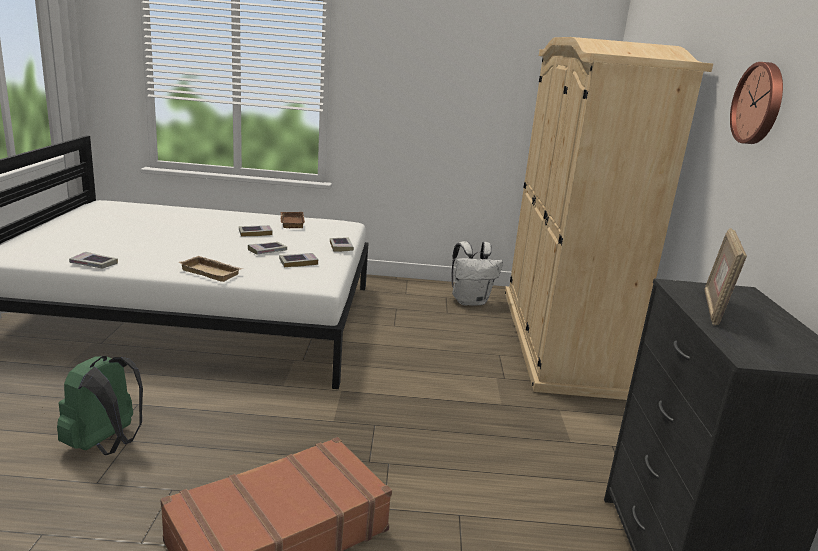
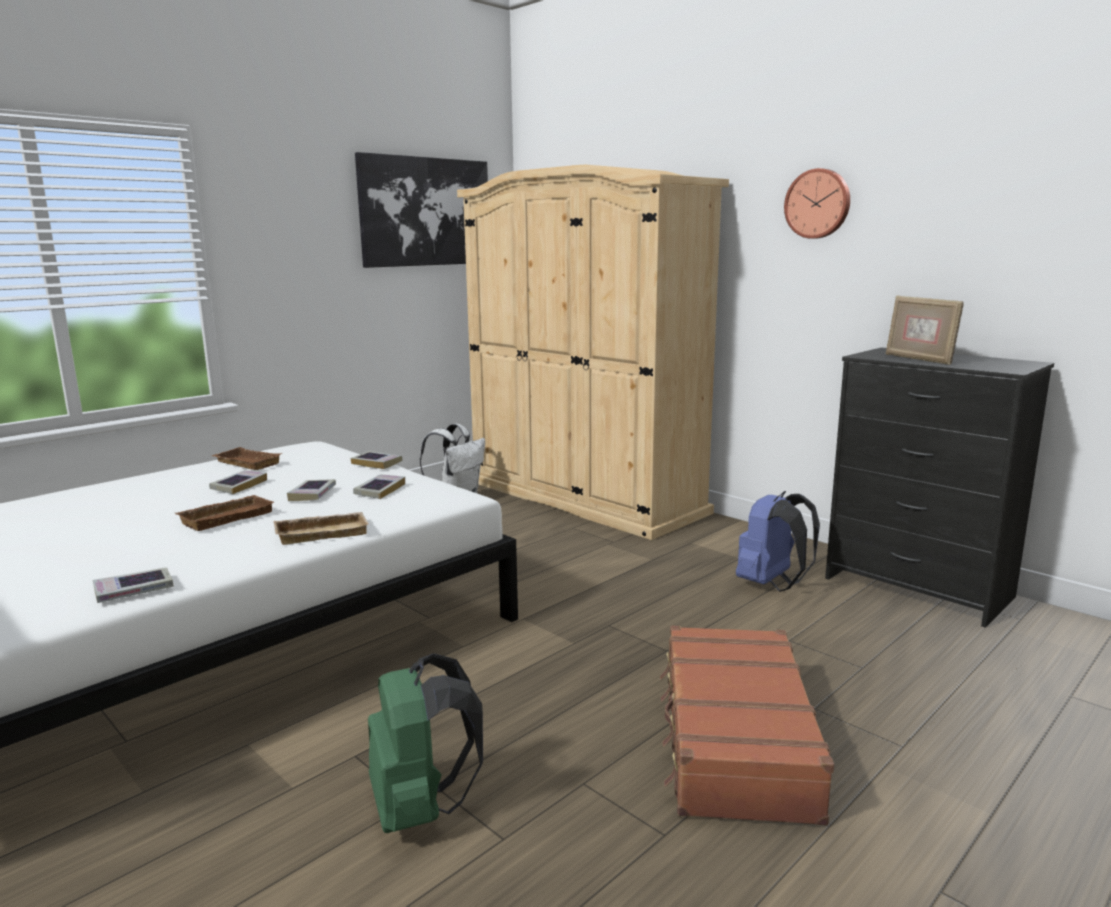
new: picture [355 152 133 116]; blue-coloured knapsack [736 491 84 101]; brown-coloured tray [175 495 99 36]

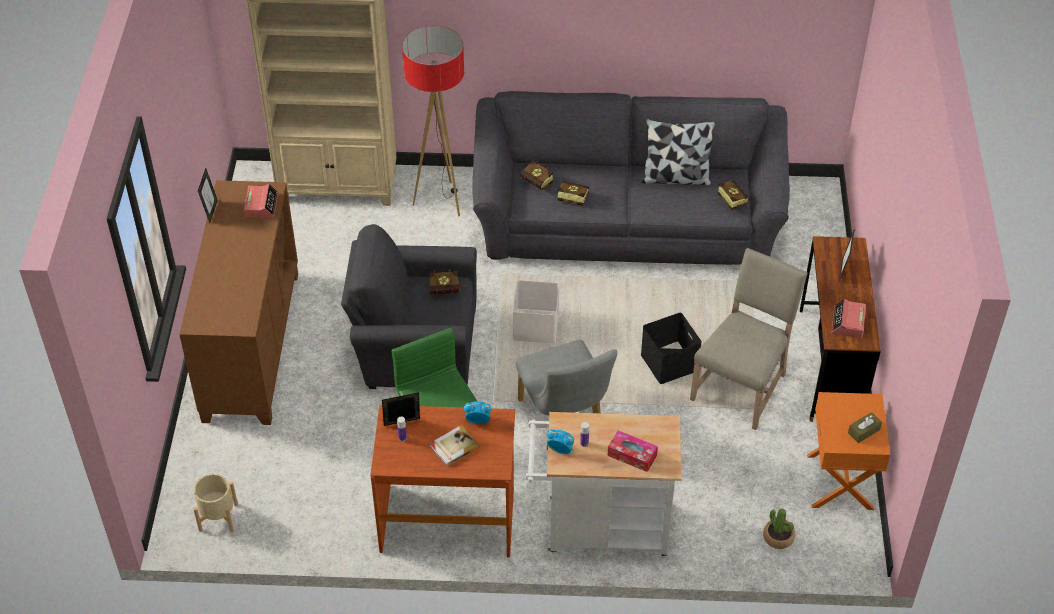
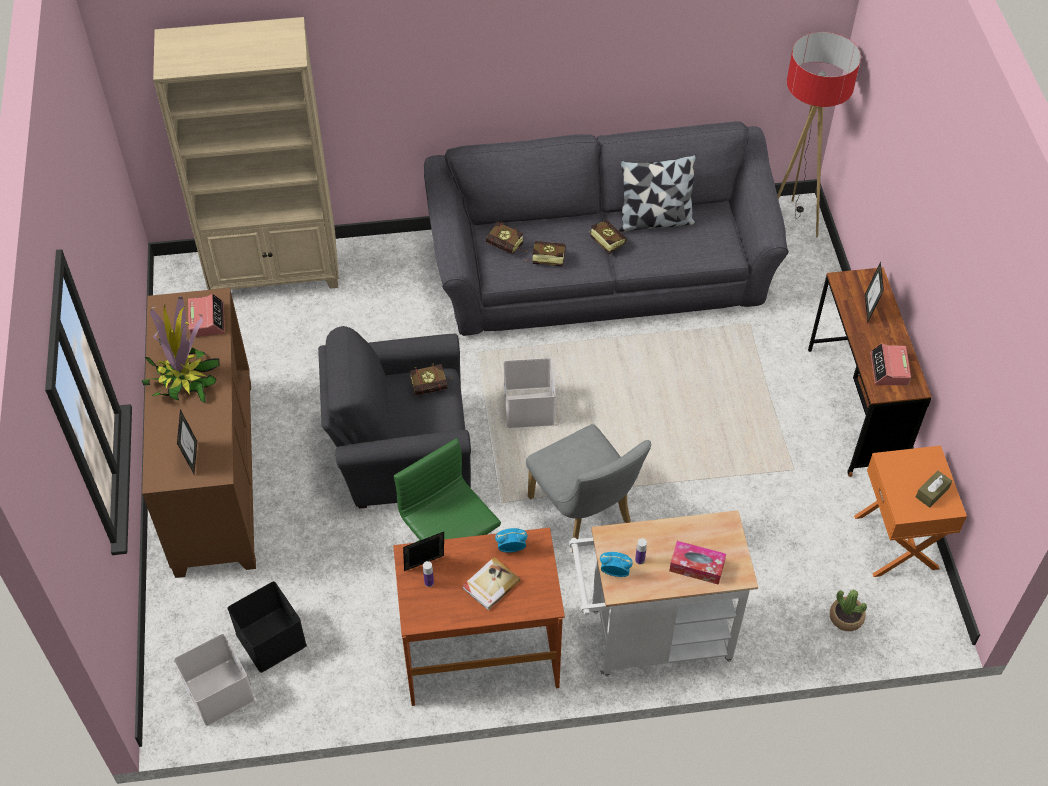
gone: sand-coloured chair [690 248 117 182]
new: houseplant [142 296 78 107]
shifted: standard lamp [402 26 62 191] to [777 32 84 205]; photo frame [198 168 20 55] to [177 409 20 65]; book [717 181 32 29] to [589 221 38 33]; black storage container [641 313 61 71] to [228 581 79 92]
swapped: sand-coloured plant pot [193 474 45 58] to white storage container [174 634 81 92]

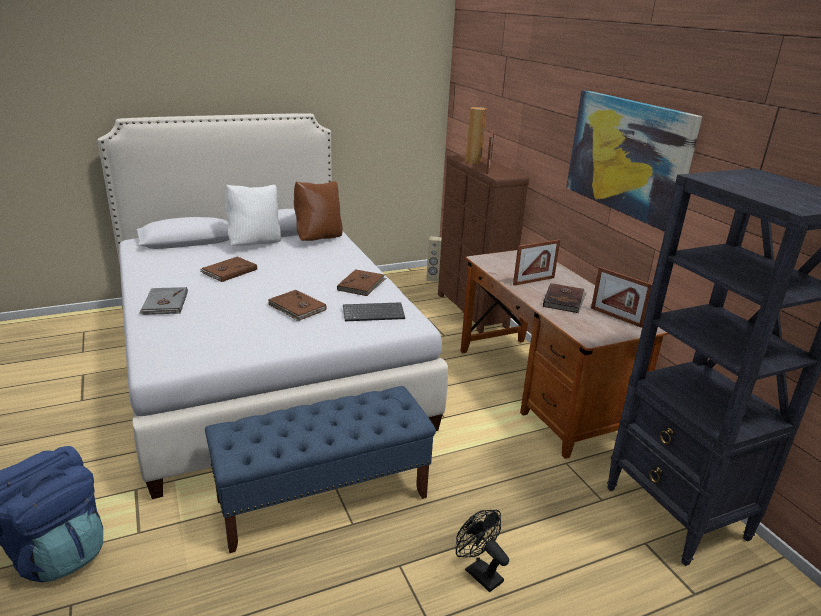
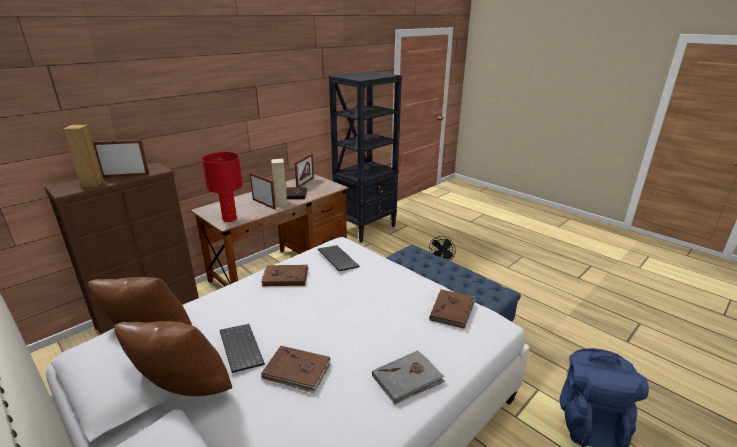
gone: picture [566 90 136 142]
new: red-coloured tabletop lamp [202 152 41 70]; computer keyboard [220 324 45 49]
shifted: sand-coloured speaker [426 236 16 46] to [271 159 16 47]; brown-coloured book [268 290 58 31] to [429 289 46 40]
repainted: white throw pillow [225 184 56 62] to brown-coloured throw pillow [114 321 118 75]

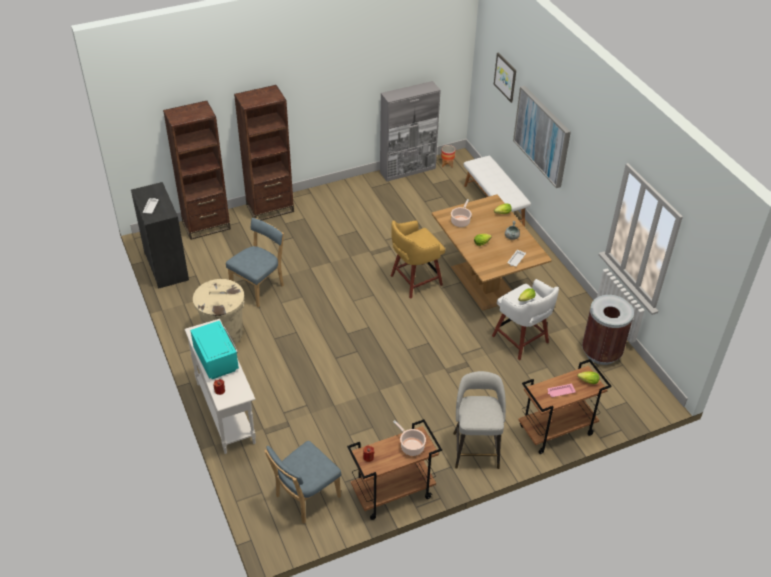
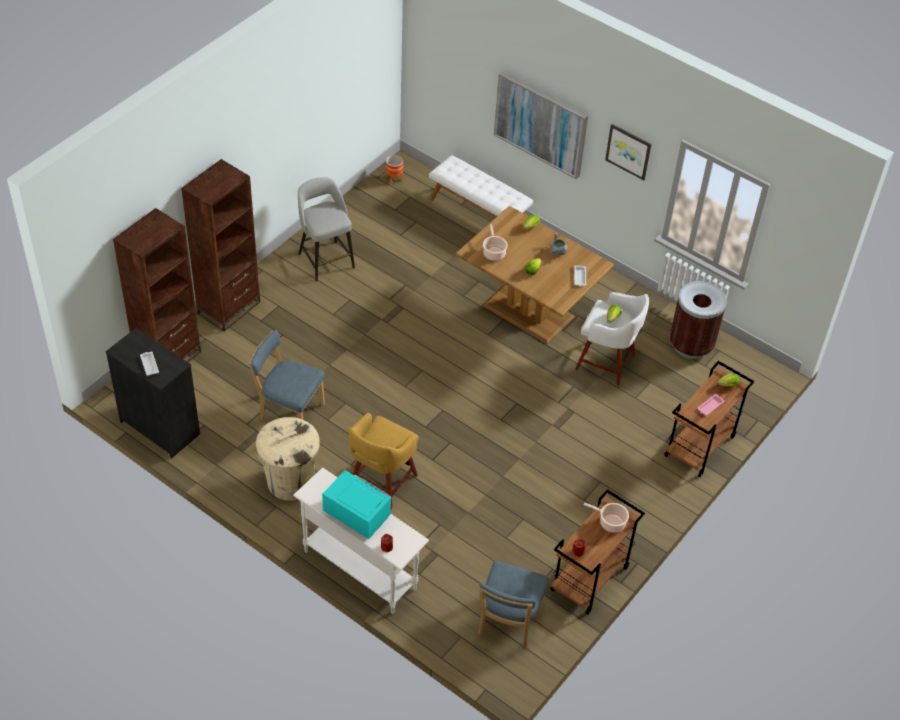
gone: grey storage cabinet [380 81 61 100]
shifted: picture [494 53 22 50] to [605 124 47 56]; yellow stool seat [391 220 54 79] to [349 413 69 96]; grey stool seat [453 371 53 98] to [298 177 57 104]
rotated: blue-coloured chair [226 218 58 89] = [249 330 76 90] 75 degrees counterclockwise

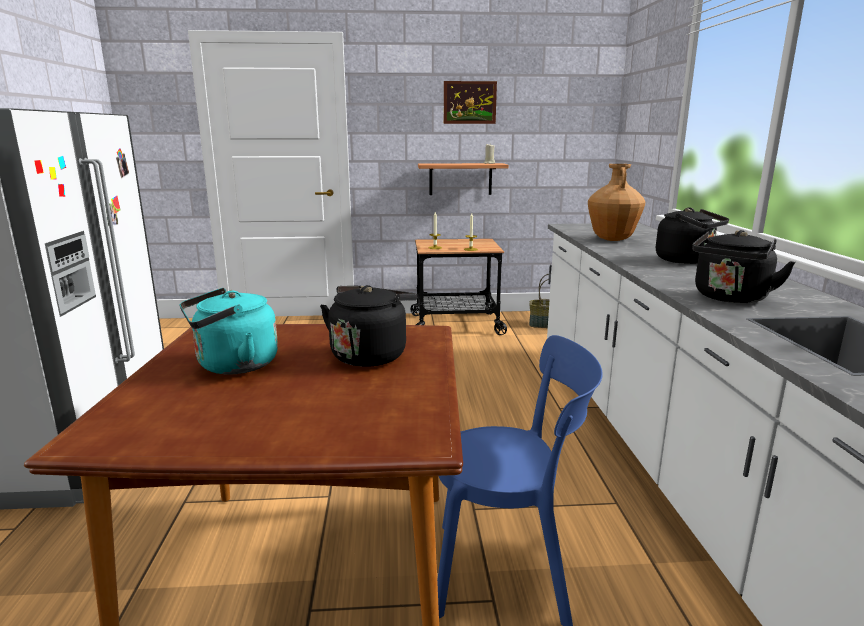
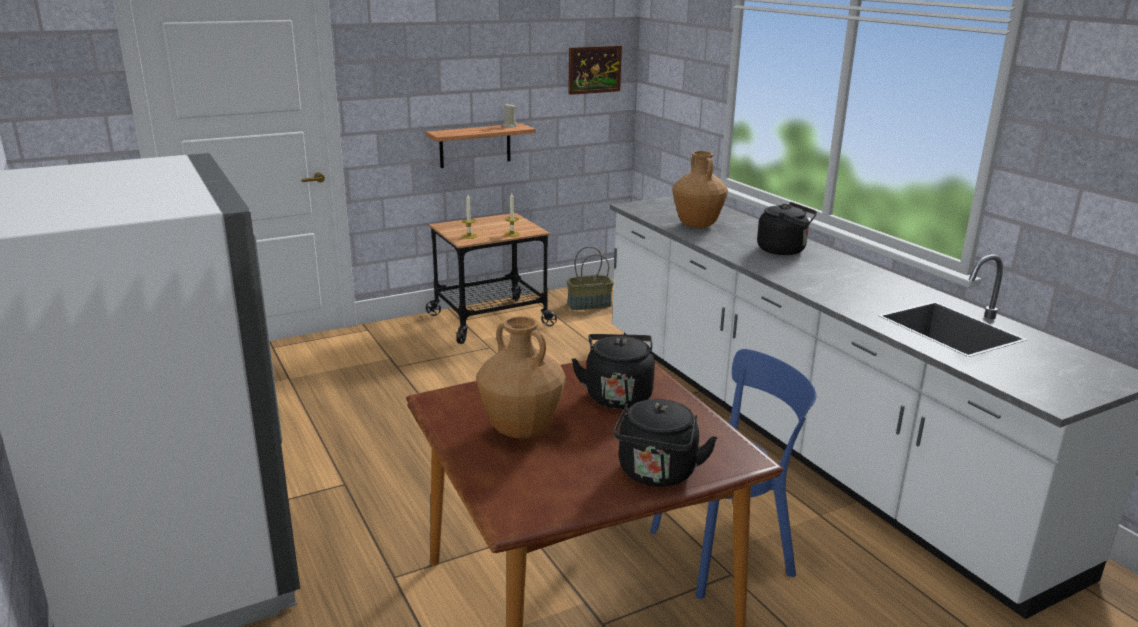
shifted: picture [444 81 53 43] to [568 46 54 49]; black water kettle [692 230 104 73] to [613 399 105 88]
swapped: turquoise-coloured water kettle [179 288 99 86] to brown-coloured decorative vase [476 316 90 123]

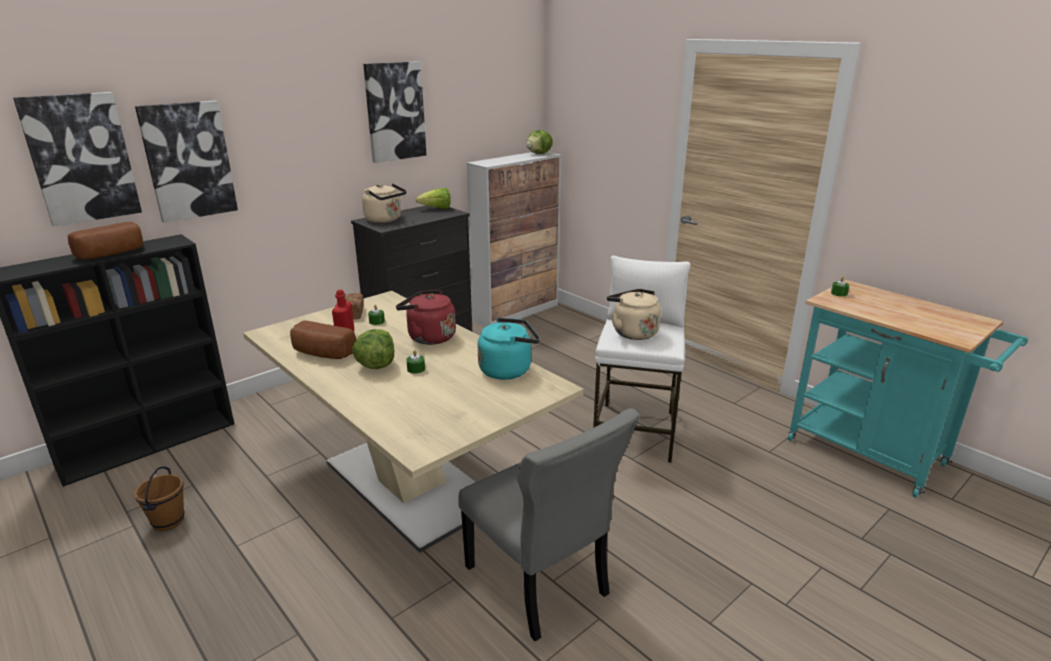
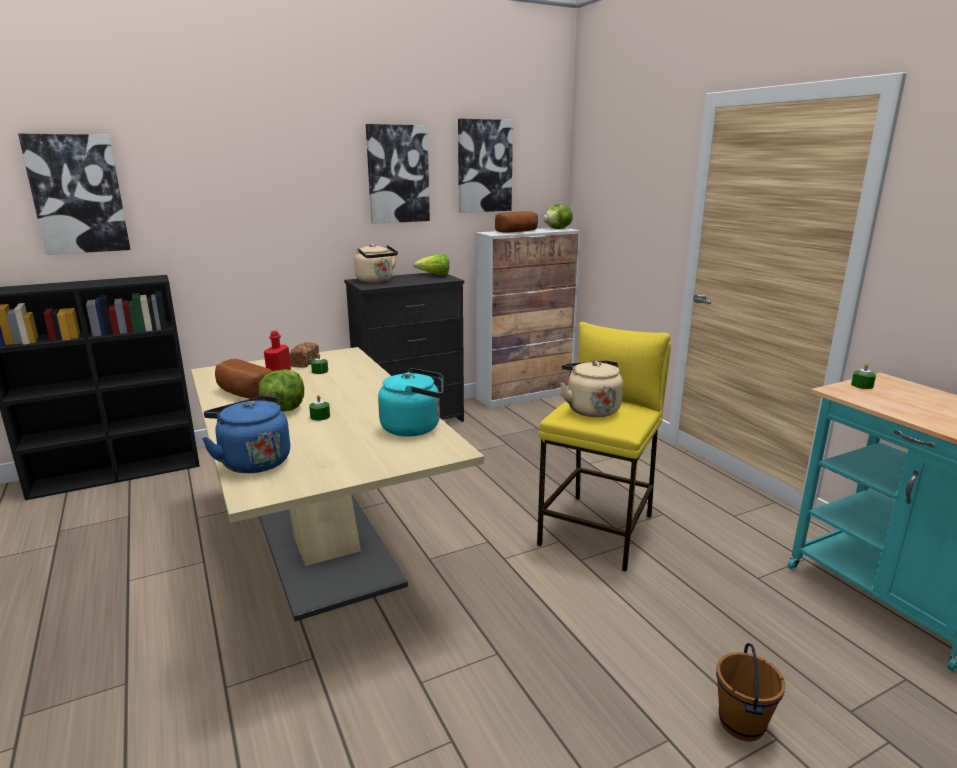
gone: red-coloured water kettle [396 290 60 55]; grey chair [458 408 181 233]
new: blue-coloured water kettle [202 396 88 77]
shifted: picture [135 101 103 122] to [458 119 55 94]; bread [68 222 76 38] to [495 211 43 22]; brown-coloured water bucket [134 467 50 64] to [716 643 69 98]
repainted: white stool seat [593 256 98 207] to yellow stool seat [537 322 134 250]

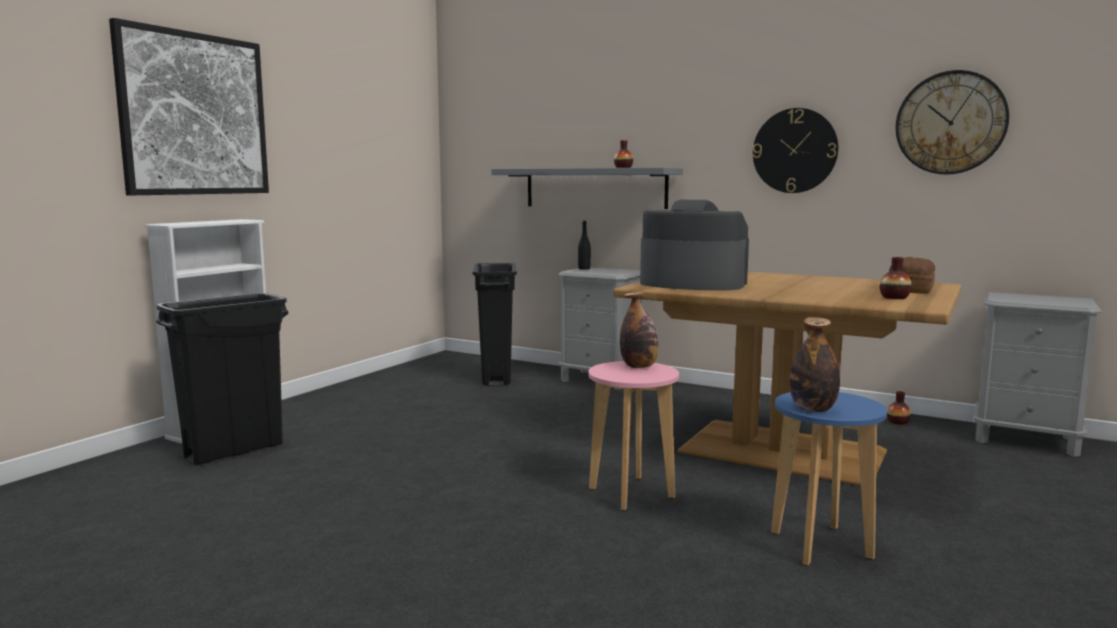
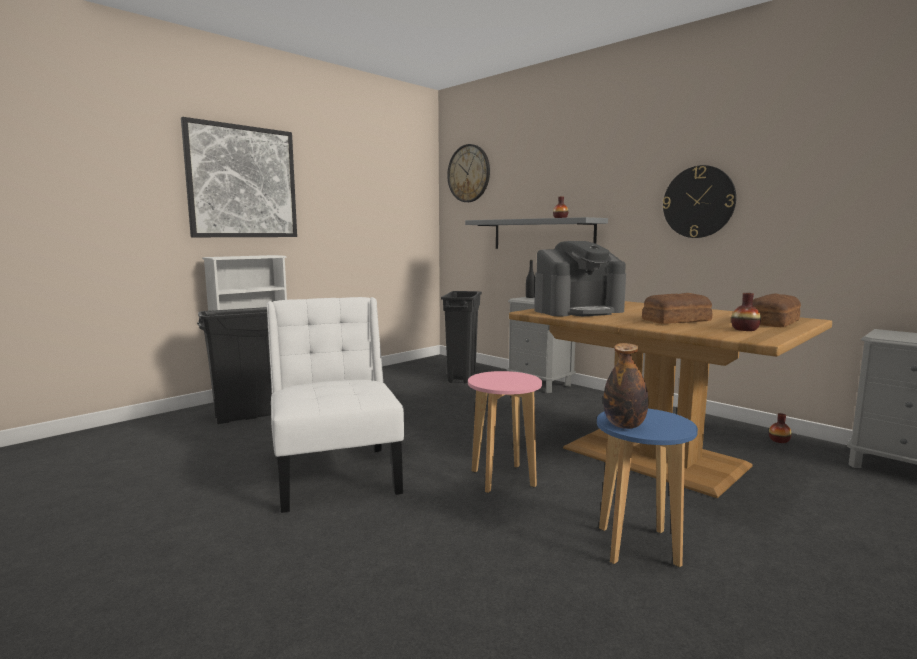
gone: bottle [620 291 38 77]
new: bread [642 293 71 31]; white chair [267 297 137 216]
shifted: wall clock [895 70 114 105] to [447 144 43 58]
rotated: coffee maker [640 200 109 90] = [534 241 92 75] 120 degrees clockwise

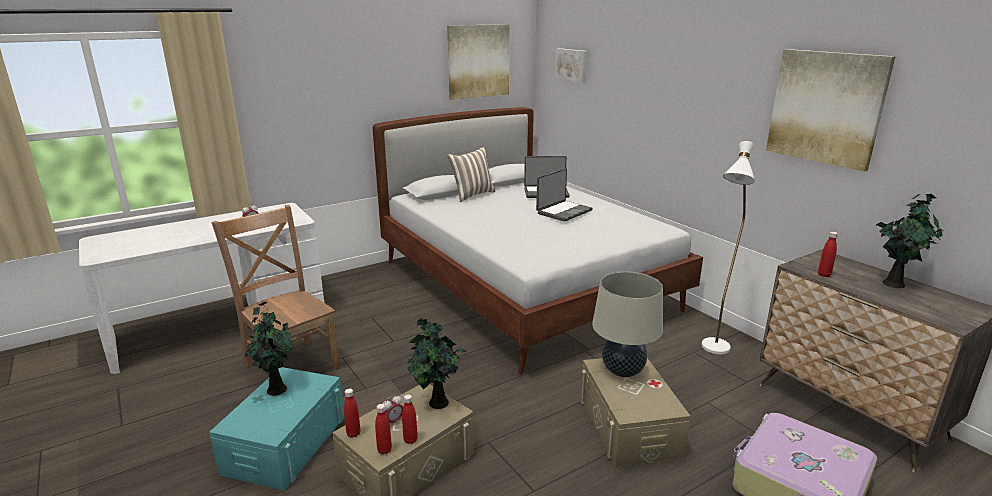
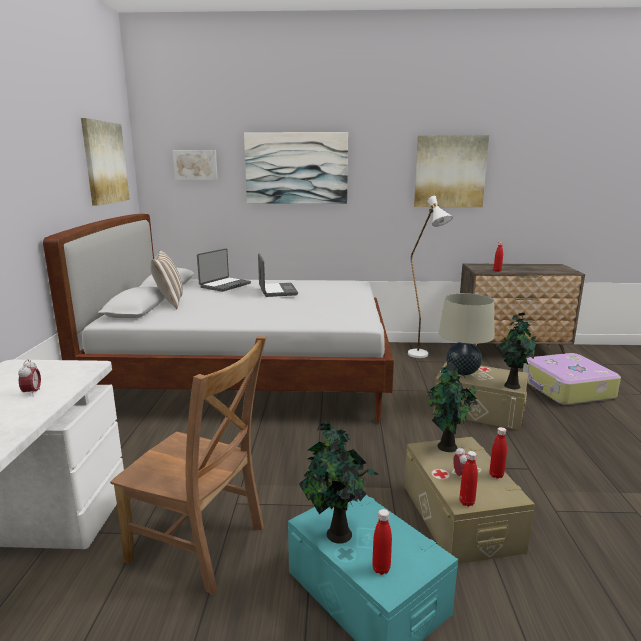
new: picture [244 132 104 72]
shifted: houseplant [876 194 68 94] to [497 313 39 76]; red-coloured bottle [375 404 17 50] to [372 509 20 66]
rotated: brown-coloured chair [211 205 129 165] = [110 336 157 259] 150 degrees counterclockwise

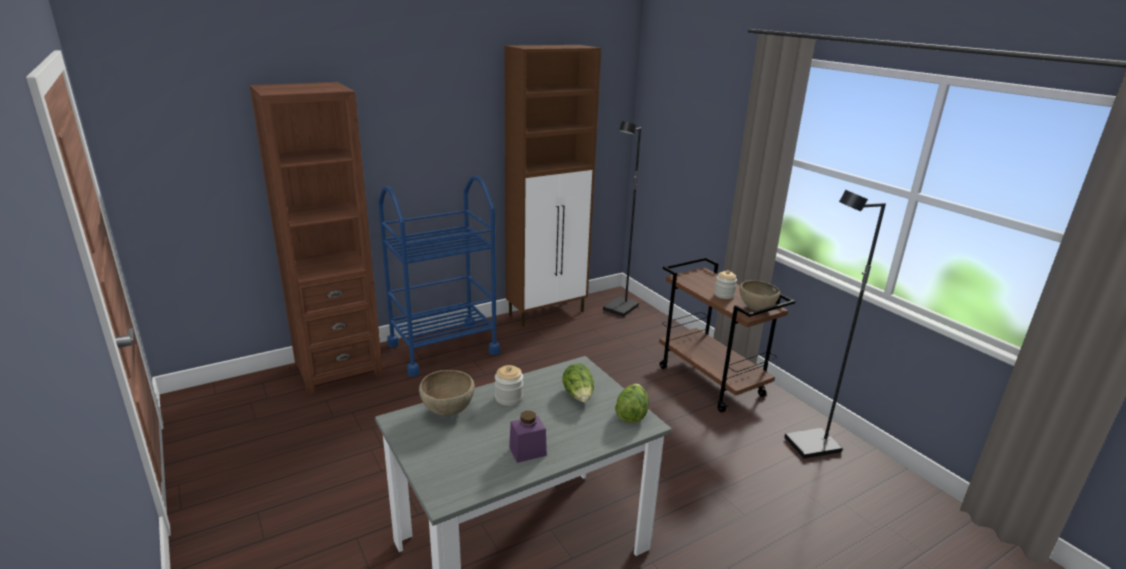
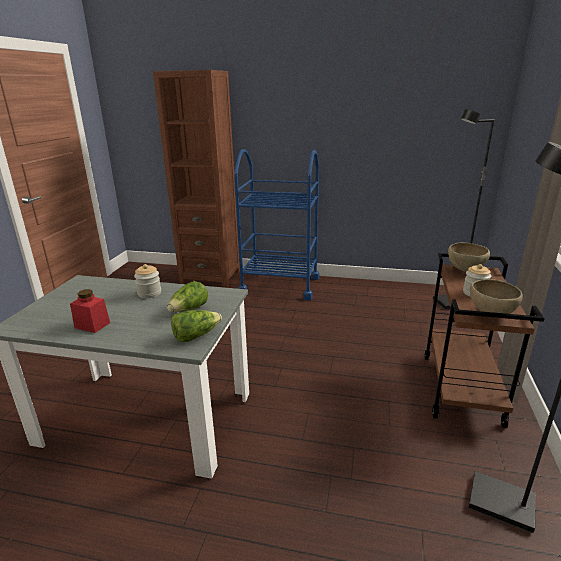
gone: brown-coloured storage cabinet [504 45 97 282]
shifted: brown-coloured serving bowl [419 370 56 46] to [448 243 42 29]
repainted: purple jar [509 411 38 52] to red-coloured jar [70 289 40 44]

